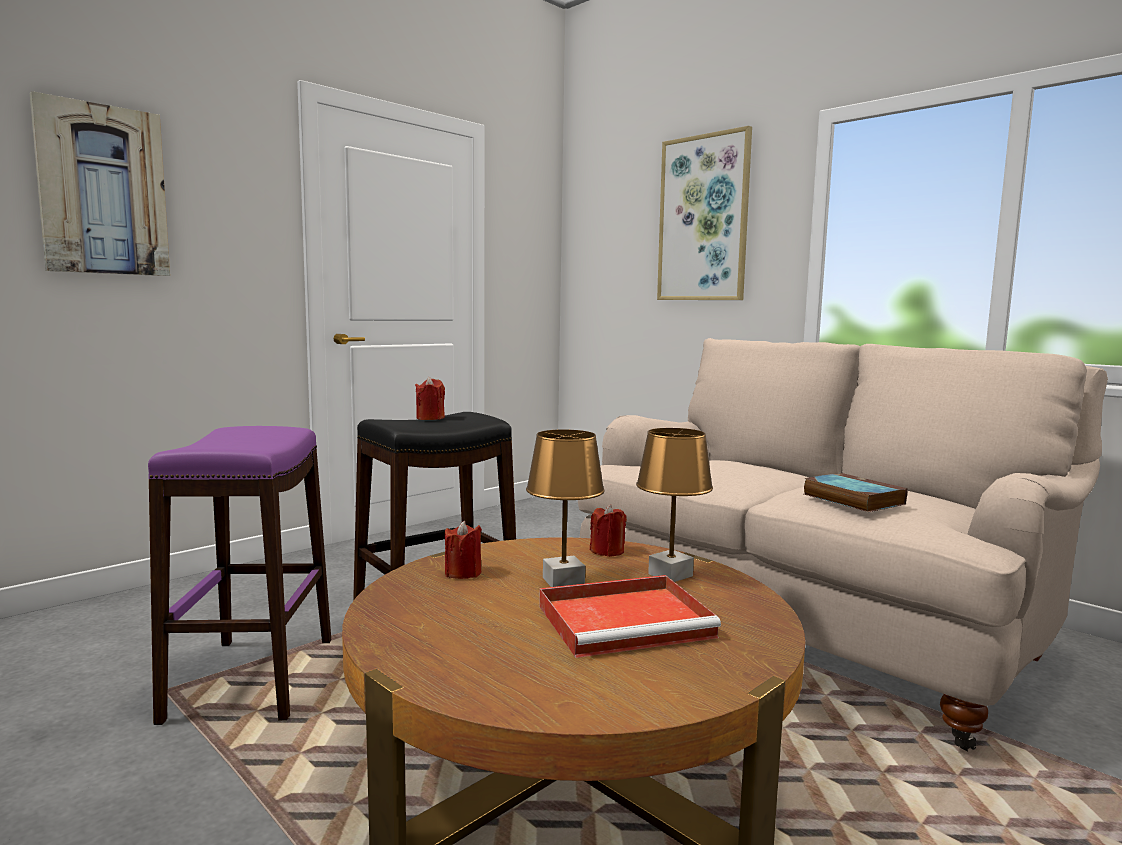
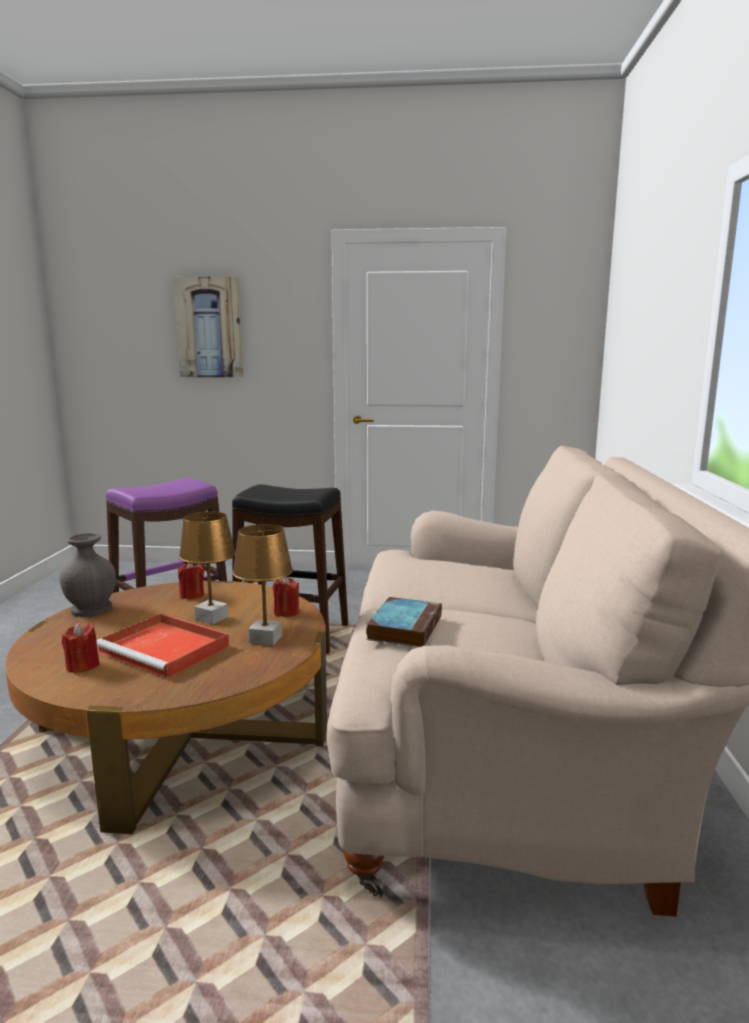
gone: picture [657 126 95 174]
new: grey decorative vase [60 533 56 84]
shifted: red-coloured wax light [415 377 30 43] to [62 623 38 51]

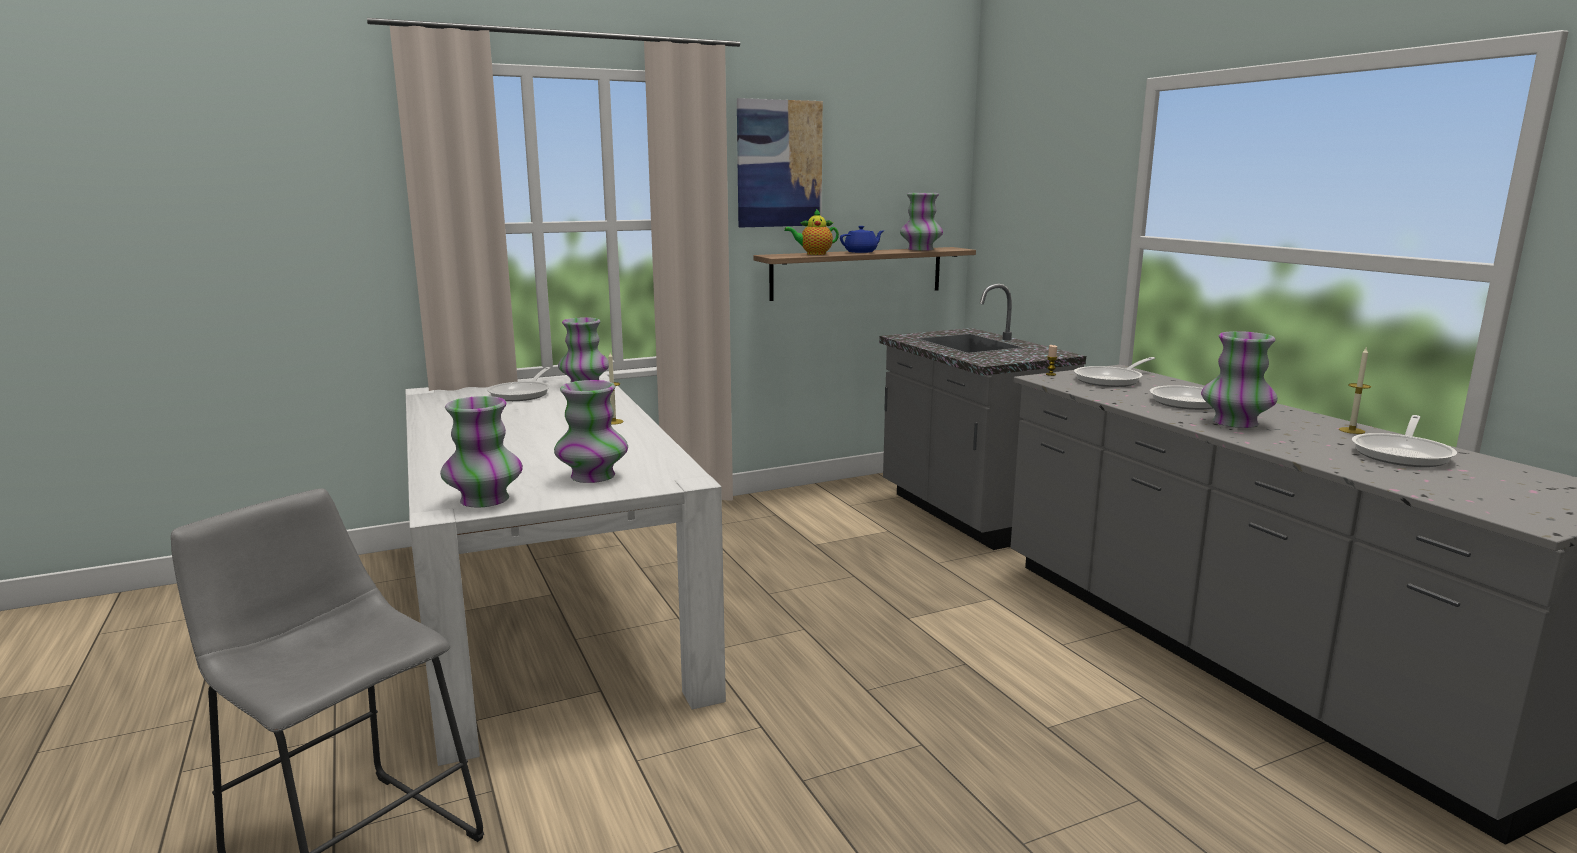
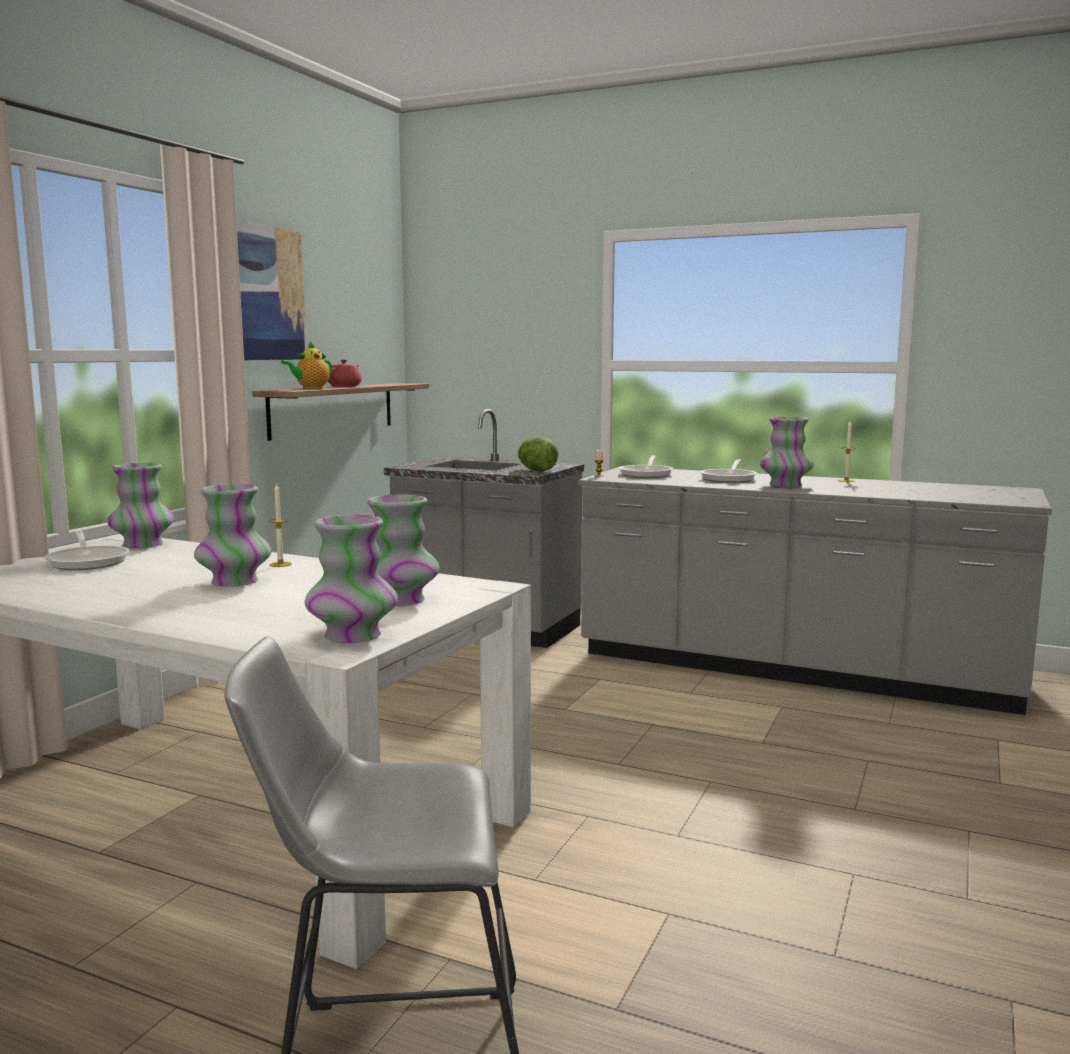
gone: frying pan [1352 415 105 52]
new: lettuce head [517 437 41 34]
shifted: decorative vase [900 193 43 58] to [194 484 78 103]
repainted: blue-coloured pot for tea [840 226 43 27] to red-coloured pot for tea [328 360 34 27]

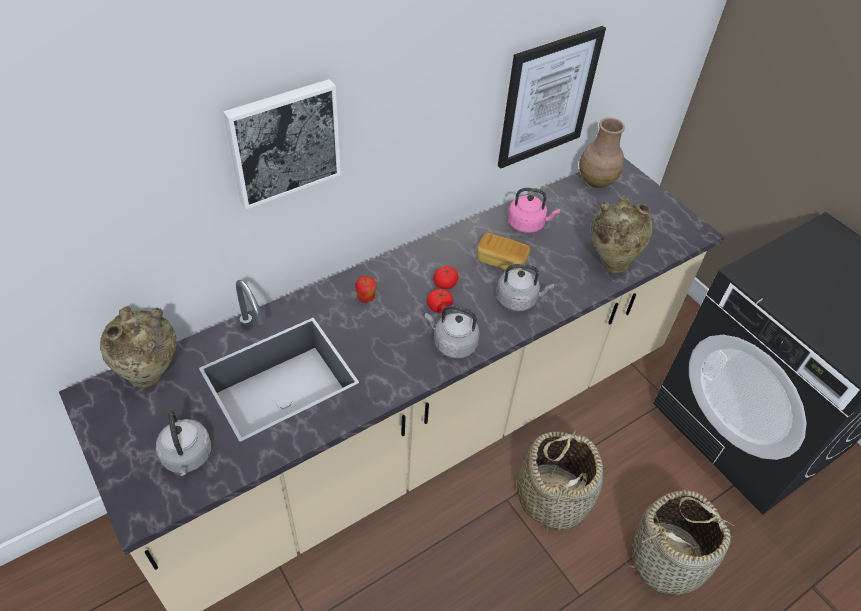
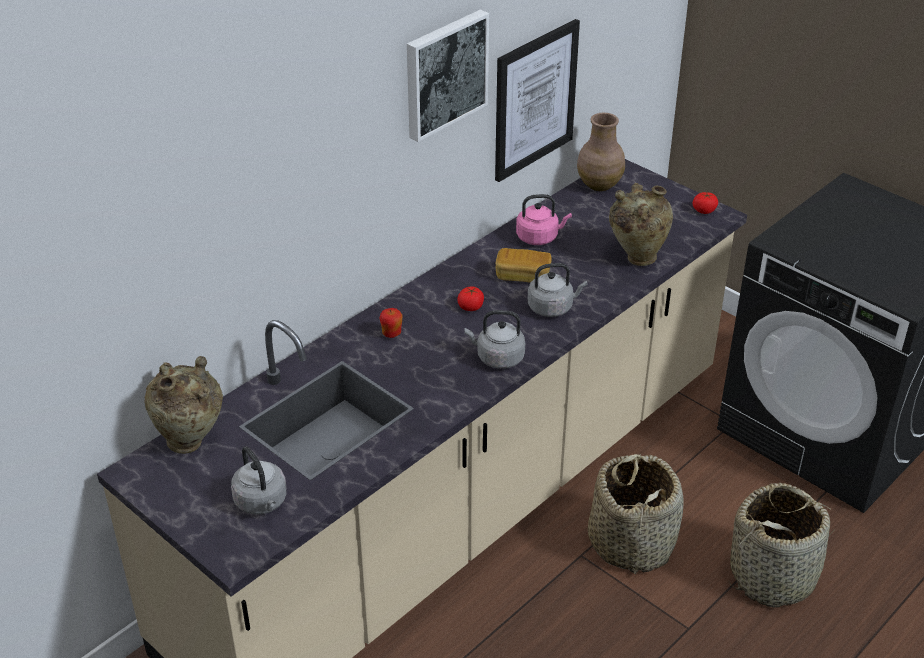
shifted: picture [223 79 118 130] to [407 10 82 132]; whole tomato [427 289 26 24] to [693 192 25 22]

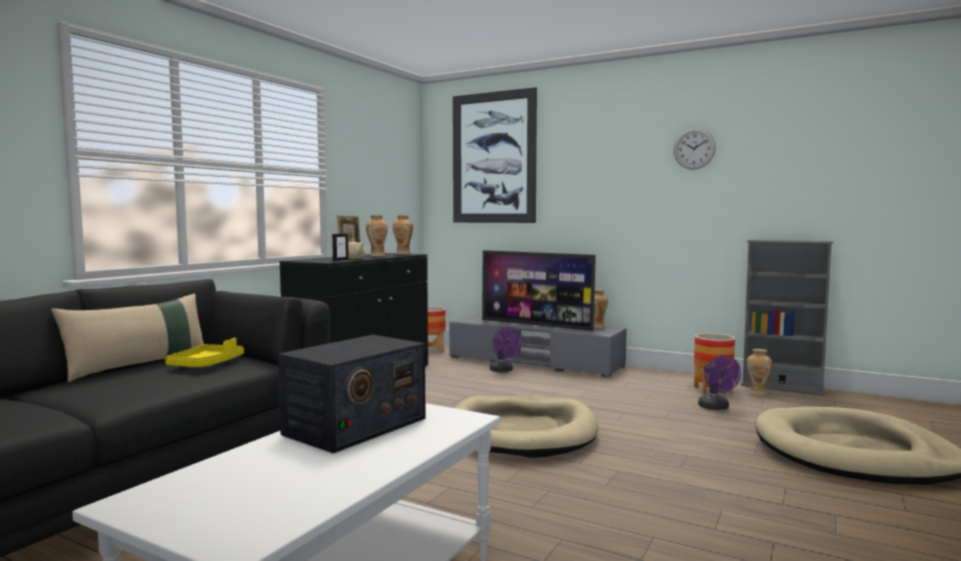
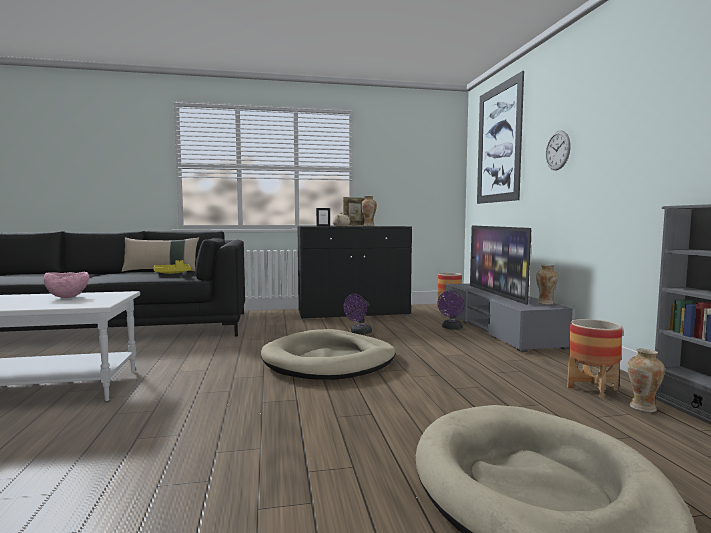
gone: decorative vase [393 215 20 40]
shifted: wall clock [674 128 42 42] to [546 131 25 39]; purple fan [698 355 43 55] to [343 294 29 41]
swapped: radio set [278 335 148 118] to pinkish serving bowl [44 272 45 26]

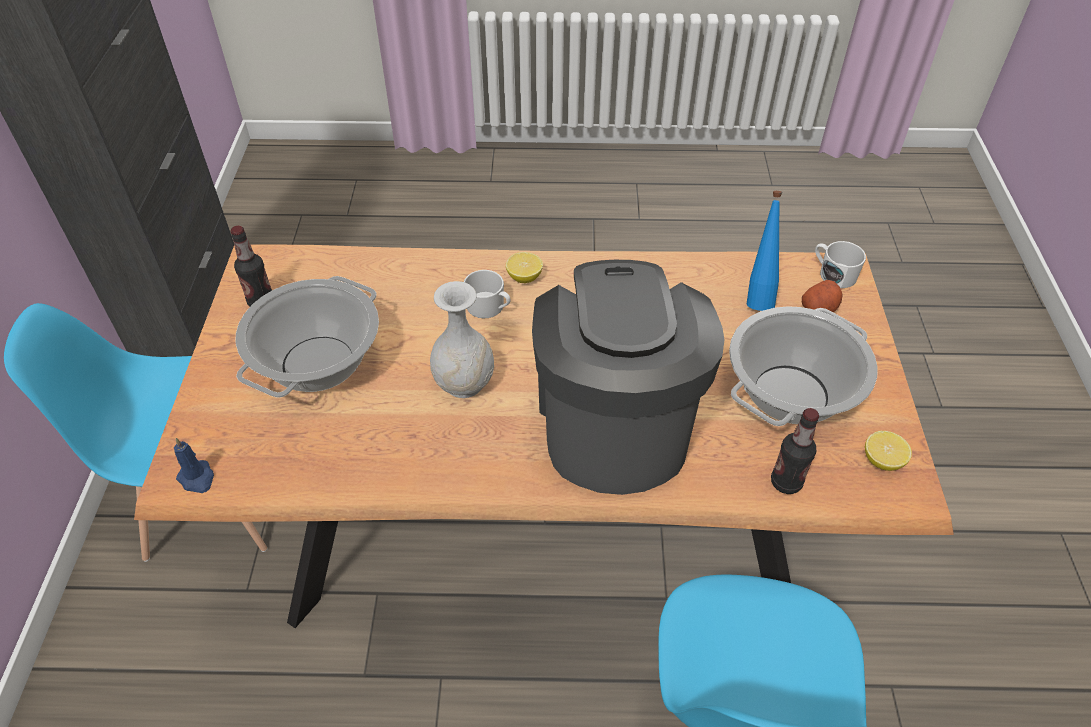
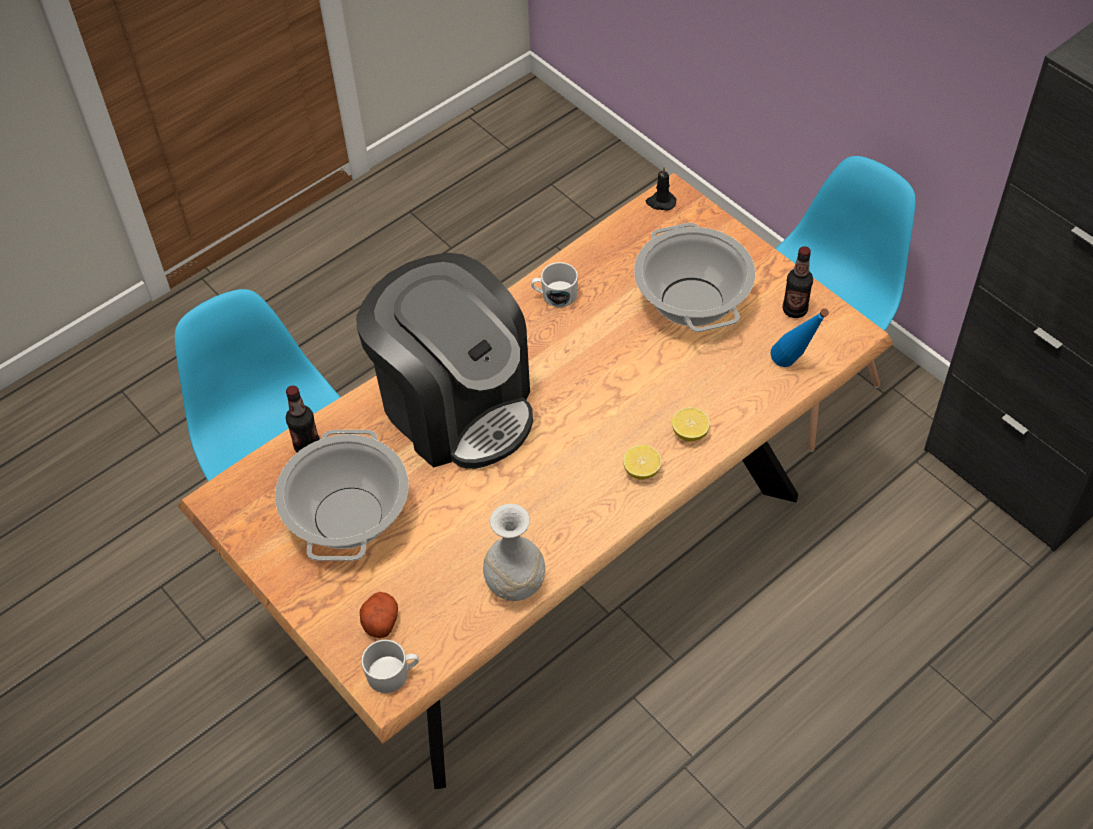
shifted: blue-coloured bottle [747 191 35 120] to [771 308 58 59]; white tea mug [464 270 47 48] to [531 262 47 45]; white decorative vase [430 281 64 117] to [483 504 62 97]; citrus fruit [865 431 47 40] to [672 407 38 35]
repainted: blue-coloured wax light [174 438 40 55] to black wax light [646 167 30 44]

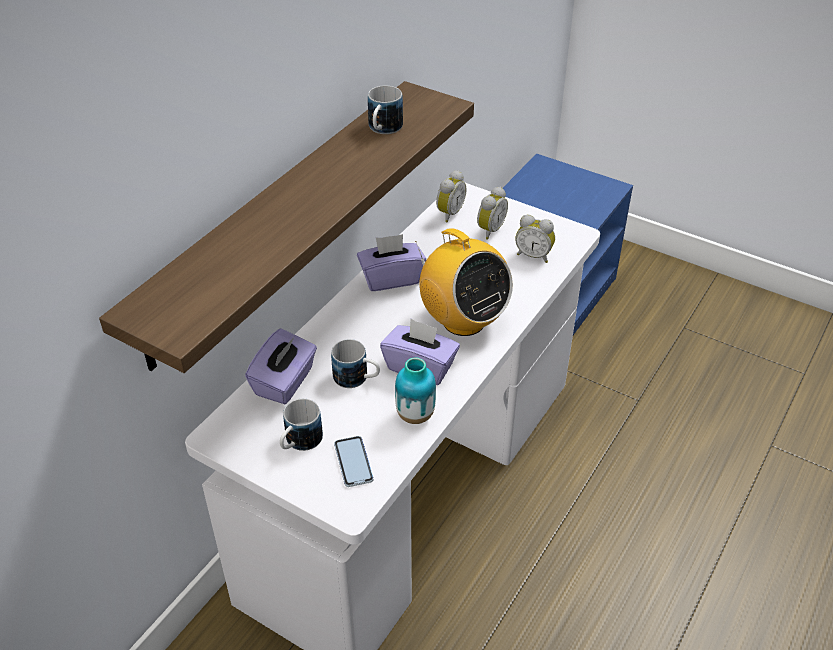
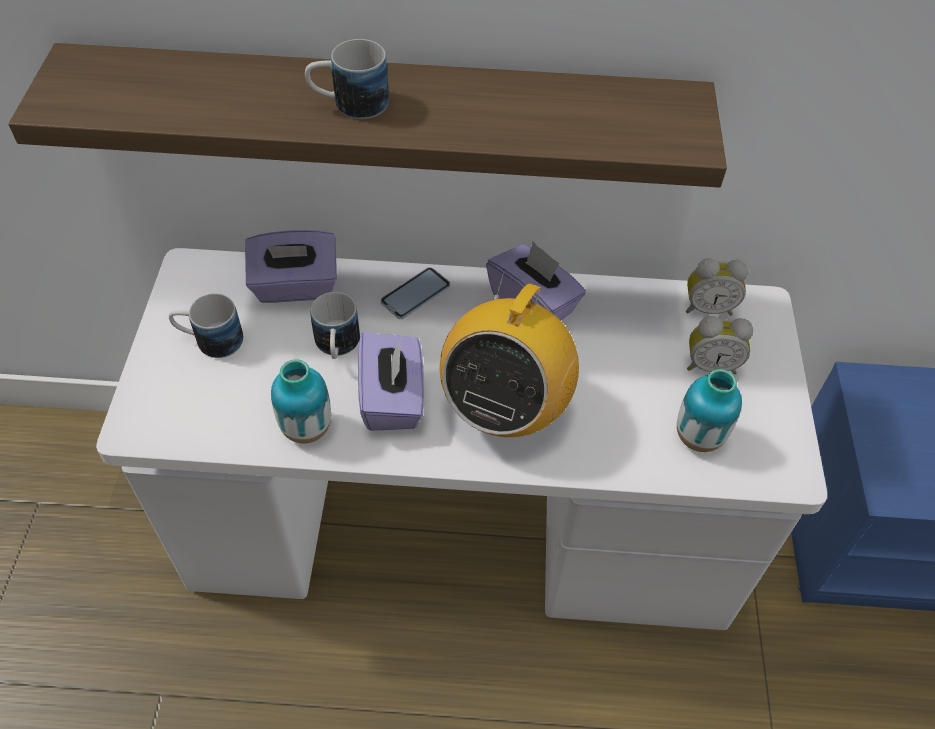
shifted: tea mug [368 85 35 49] to [305 39 84 80]; telephone [334 436 40 51] to [380 267 70 52]
swapped: table clock [515 215 40 48] to decorative vase [677 369 65 83]

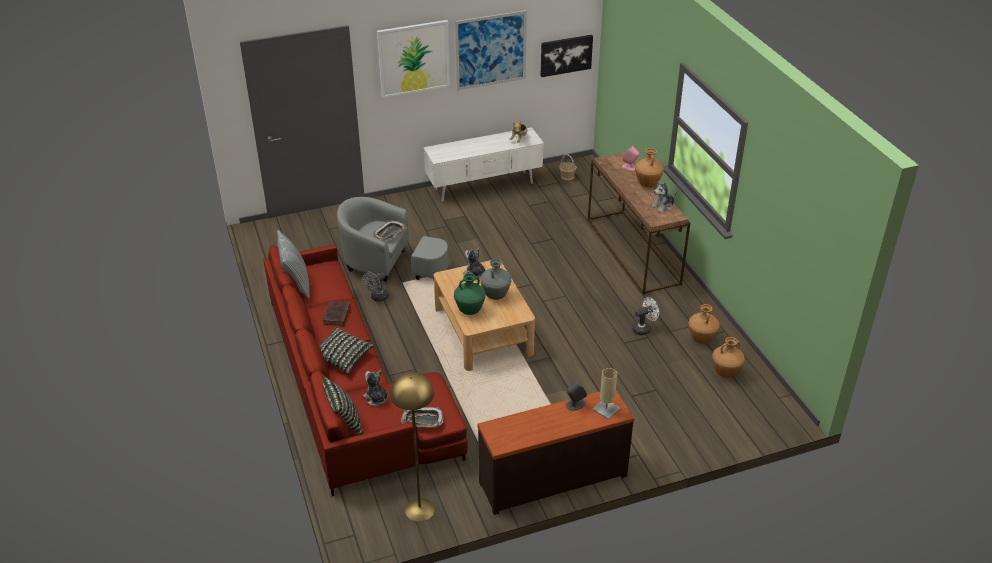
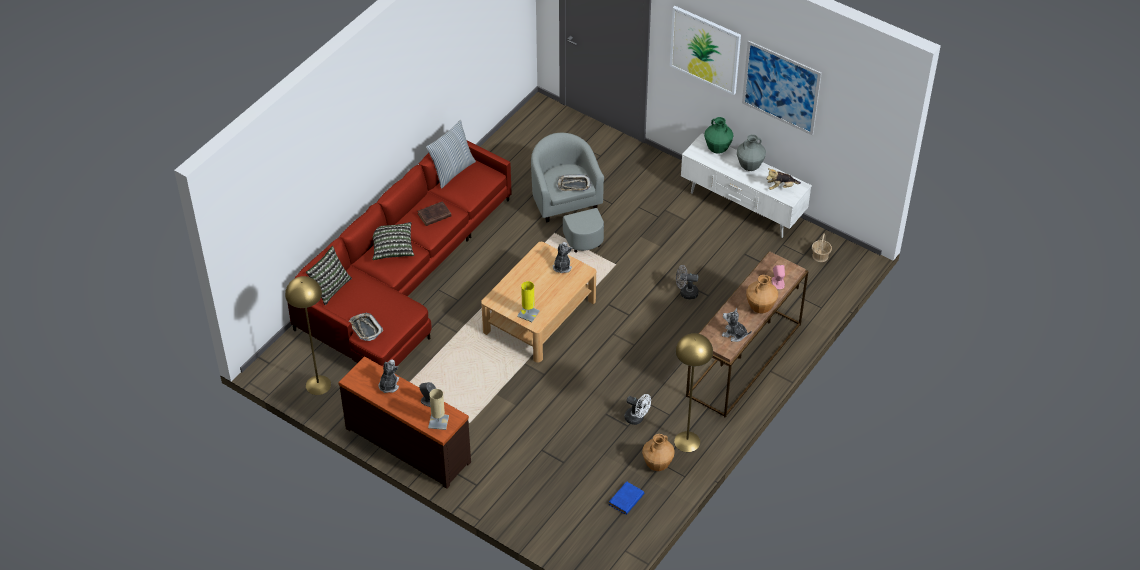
gone: picture [541 35 52 42]
new: yellow tabletop lamp [517 281 23 41]; yellow standard lamp [674 333 39 119]
shifted: grey decorative vase [480 259 31 41] to [737 134 29 37]; grey fan [363 272 26 30] to [676 265 23 35]; greenish decorative vase [454 273 32 42] to [704 117 29 37]; plush toy [363 369 25 37] to [379 360 20 33]
swapped: brown-coloured decorative vase [712 337 33 41] to blue-coloured book [609 481 35 34]

